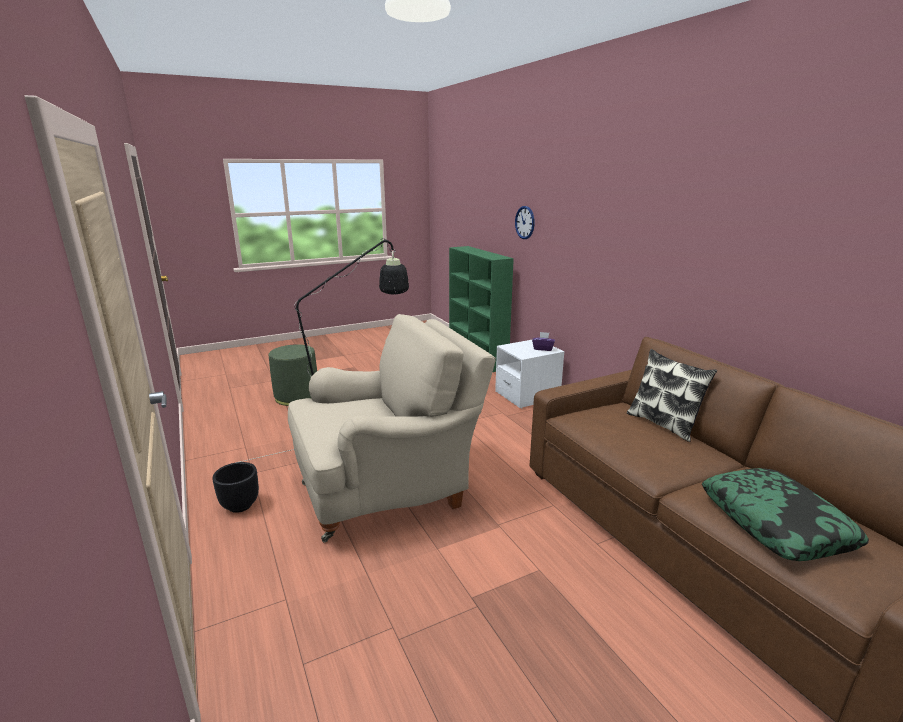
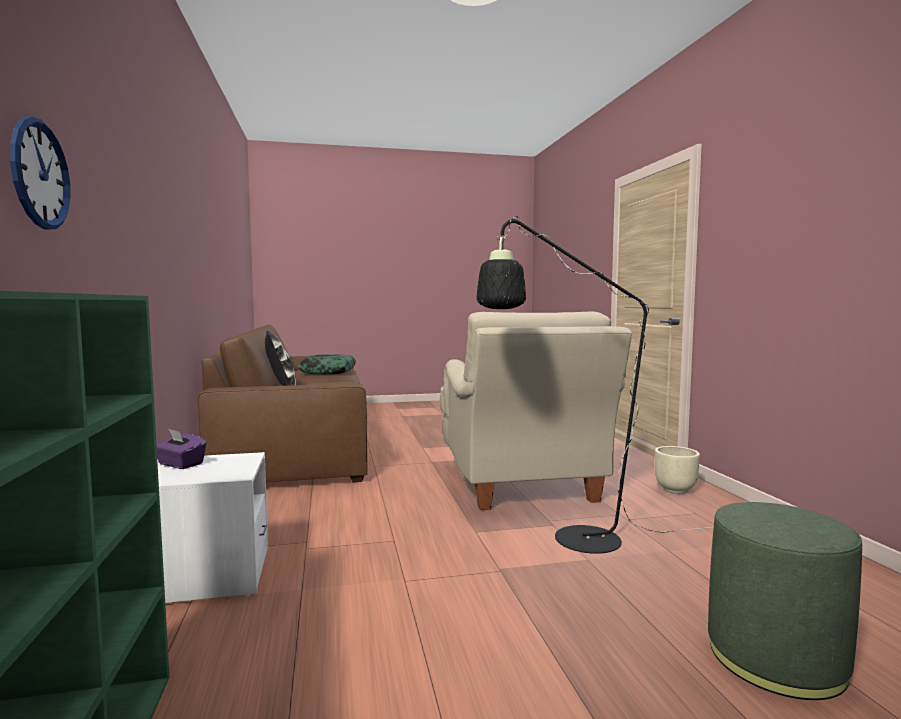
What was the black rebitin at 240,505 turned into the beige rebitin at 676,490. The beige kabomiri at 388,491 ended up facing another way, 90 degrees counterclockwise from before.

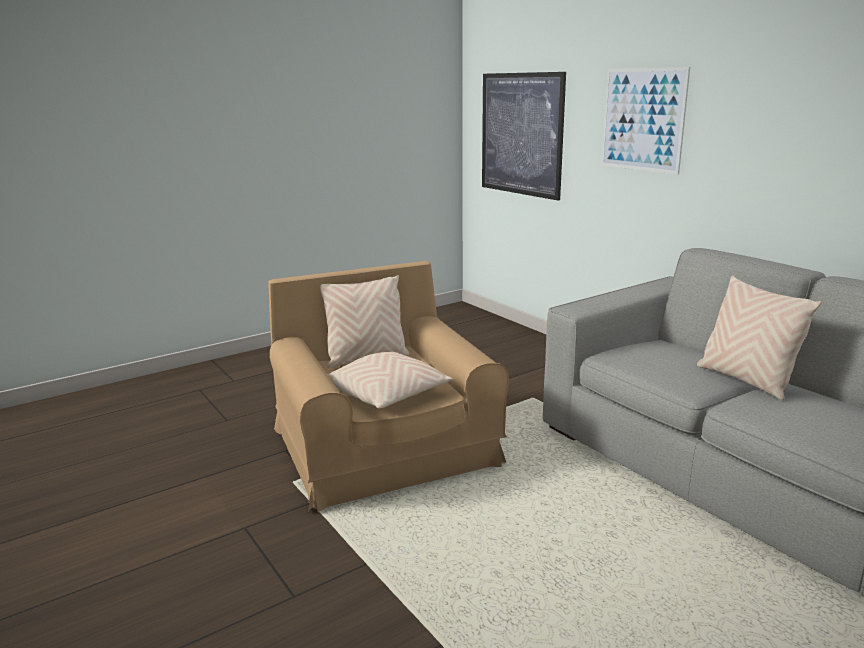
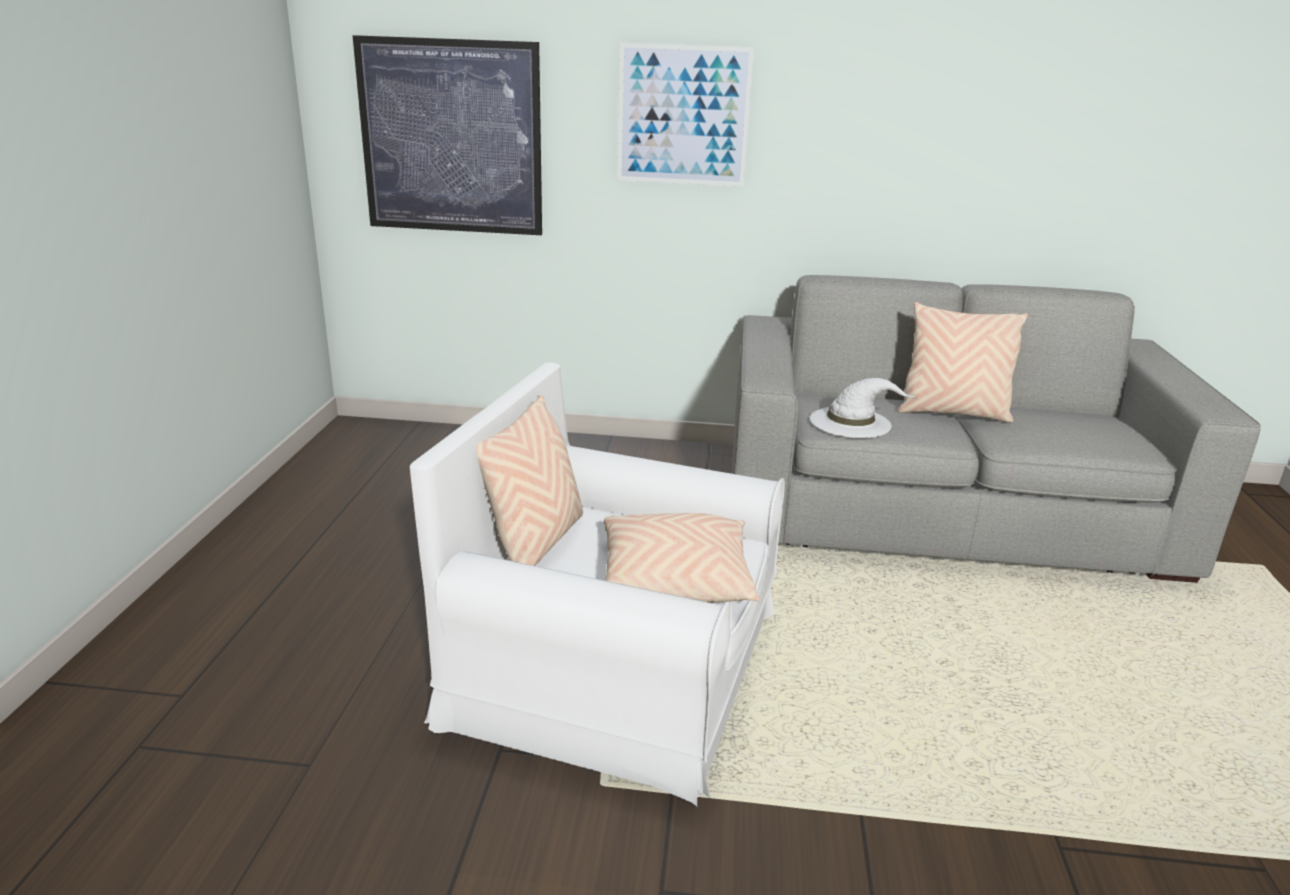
The second view gained the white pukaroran at 852,422. What was the brown kabomiri at 384,447 turned into the white kabomiri at 615,665.

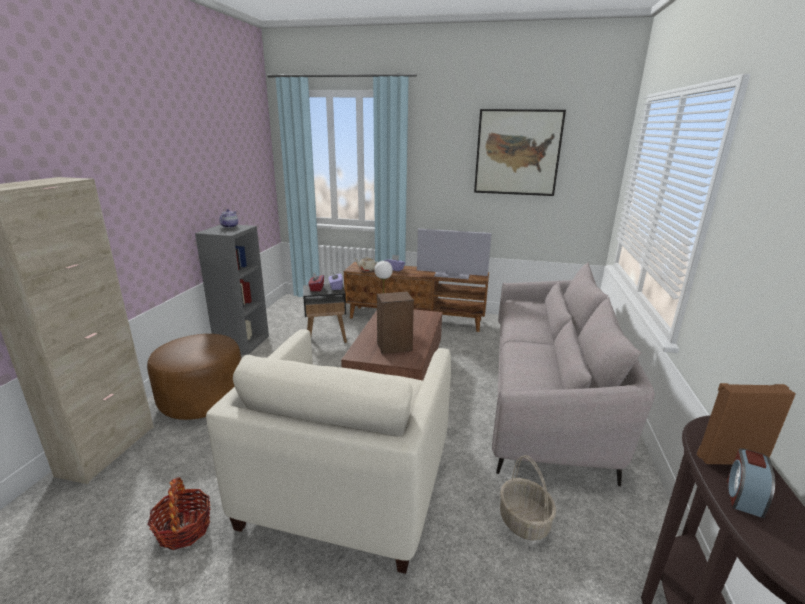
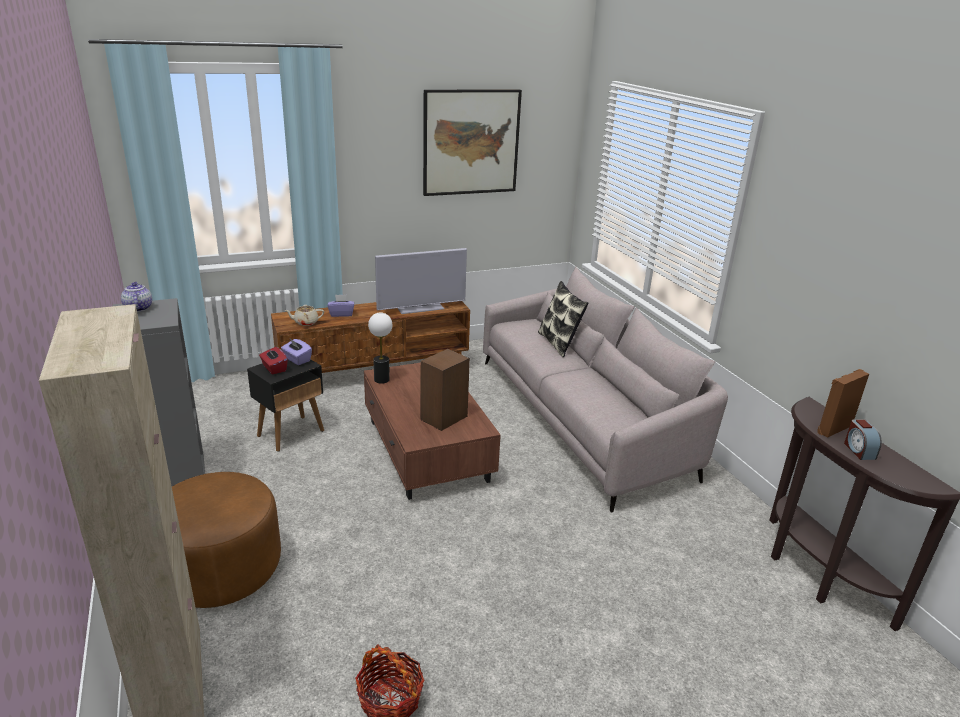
The second view lost the beige kabomiri at 349,485. The second view lost the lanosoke at 524,521. The second view gained the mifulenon at 559,343.

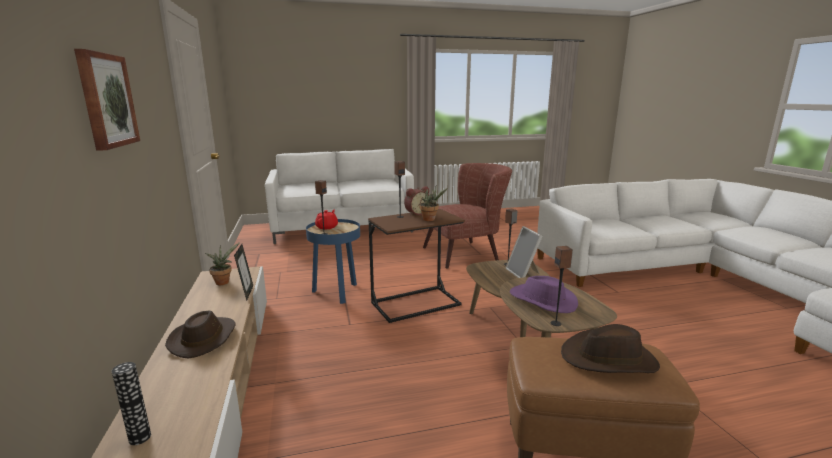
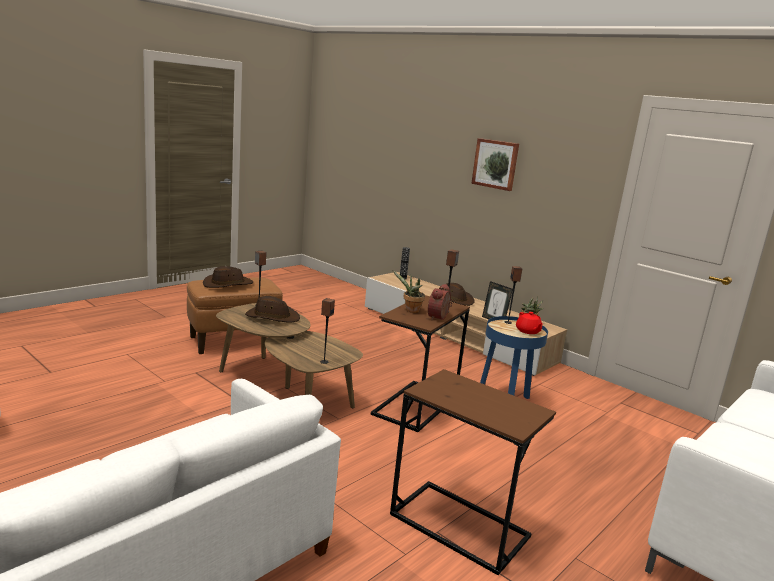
The second view lost the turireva at 523,273. Where the brown kabomiri stood at 467,253, the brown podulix came to stand at 459,525. What was the purple pukaroran at 542,300 turned into the brown pukaroran at 272,317.

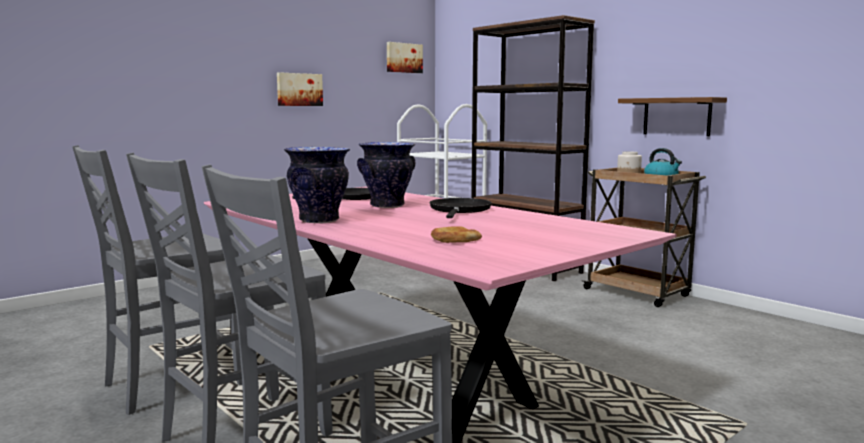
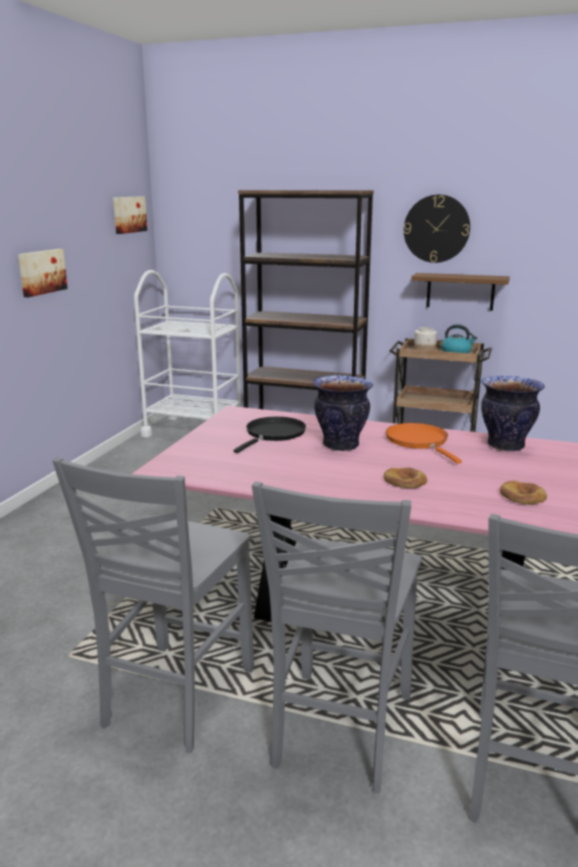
The second view gained the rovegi at 405,481. The second view gained the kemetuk at 436,229. The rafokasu ended up elsewhere, having gone from 320,220 to 506,446. What was the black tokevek at 460,210 turned into the orange tokevek at 419,441.

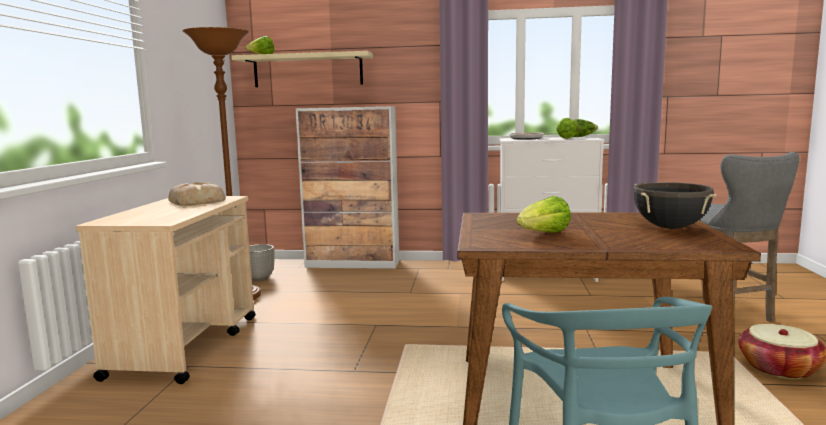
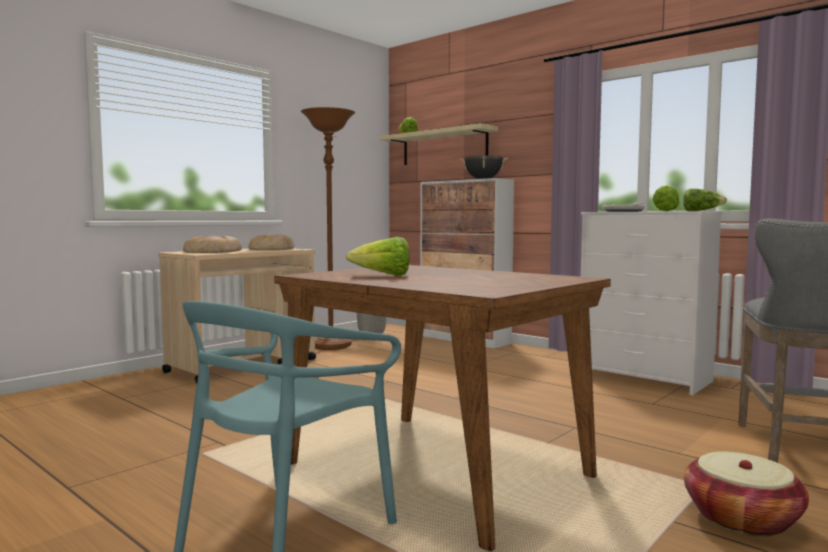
The second view gained the rovegi at 214,251. The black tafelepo ended up elsewhere, having gone from 670,228 to 483,179.

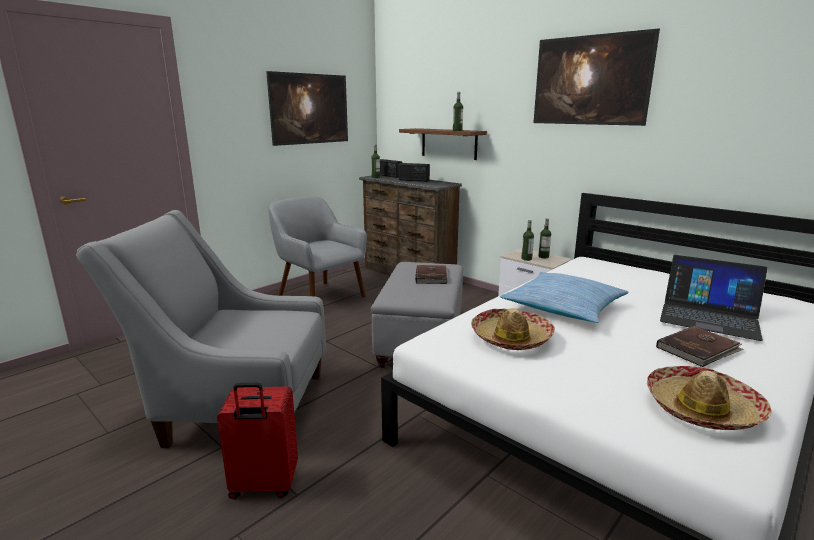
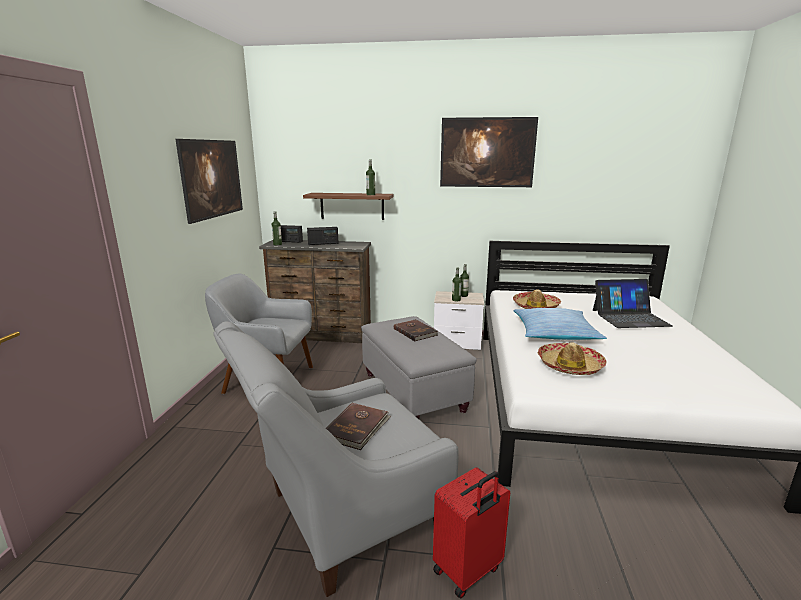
The pukaroran ended up elsewhere, having gone from 702,408 to 535,307. The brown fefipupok ended up elsewhere, having gone from 698,349 to 357,428.

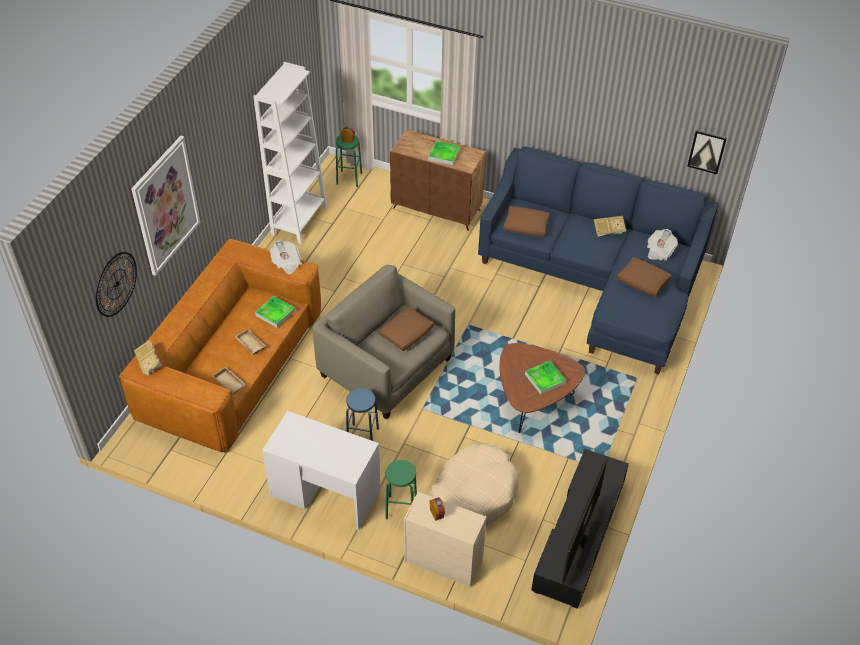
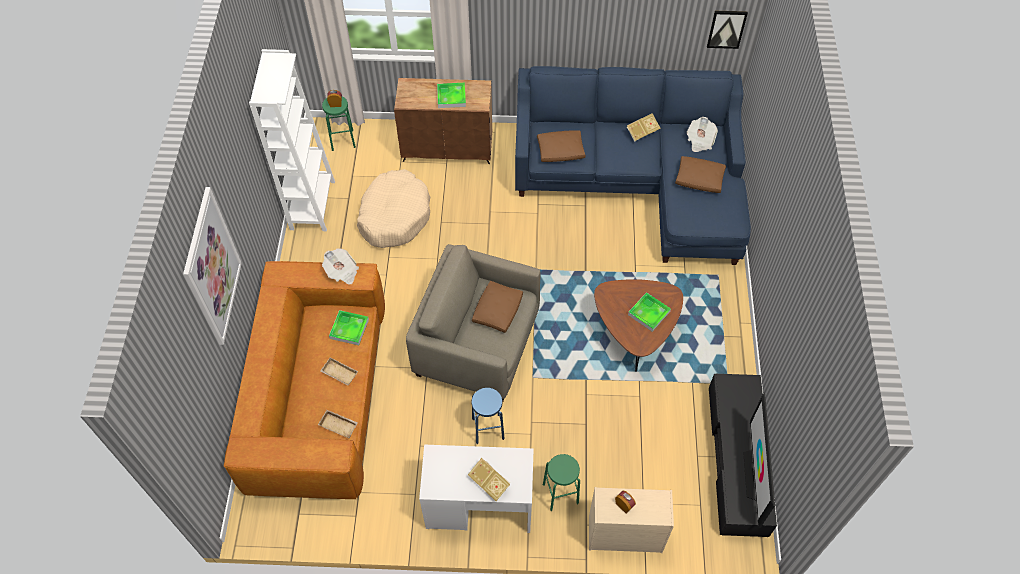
The second view lost the kemetuk at 116,284. The fefipupok ended up elsewhere, having gone from 149,363 to 490,482. The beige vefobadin ended up elsewhere, having gone from 473,494 to 394,215.

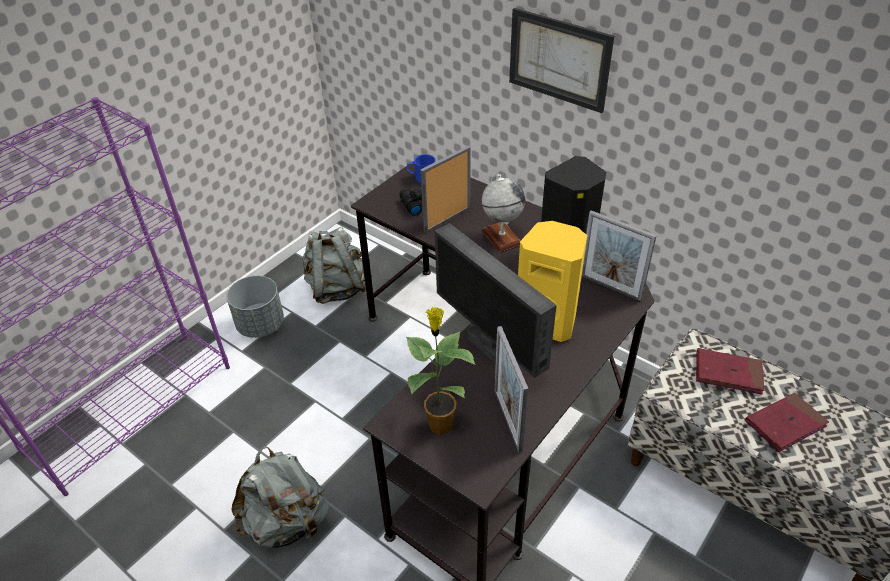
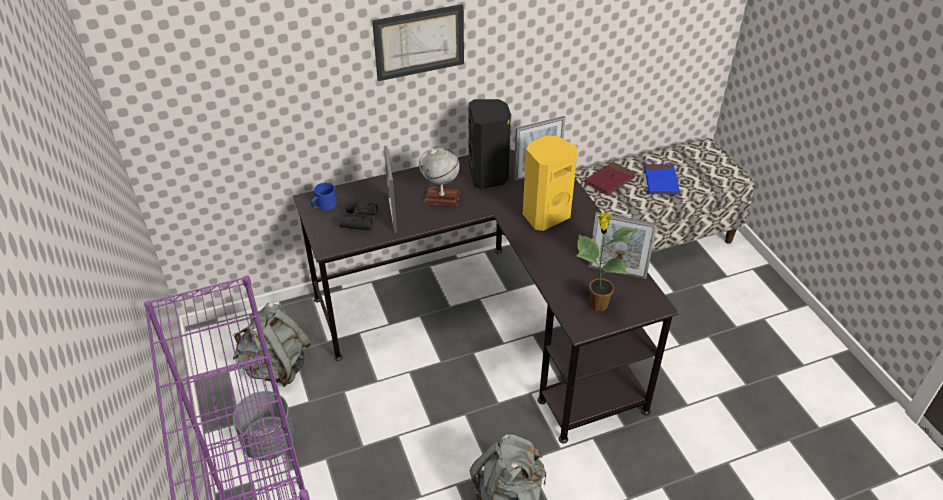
The second view lost the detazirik at 491,346. What was the red fefipupok at 785,424 turned into the blue fefipupok at 661,181.

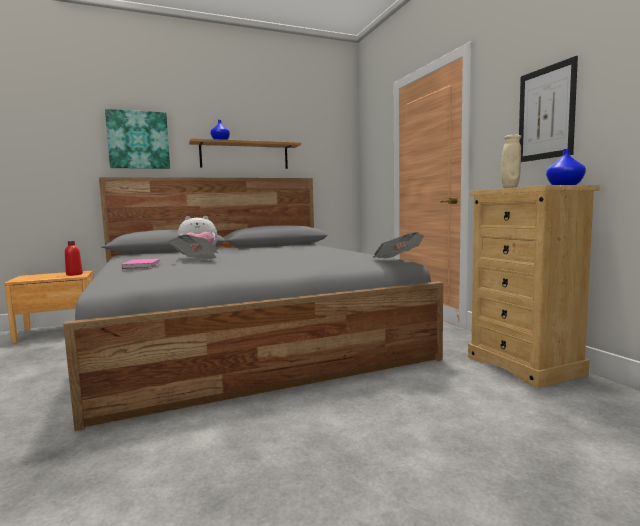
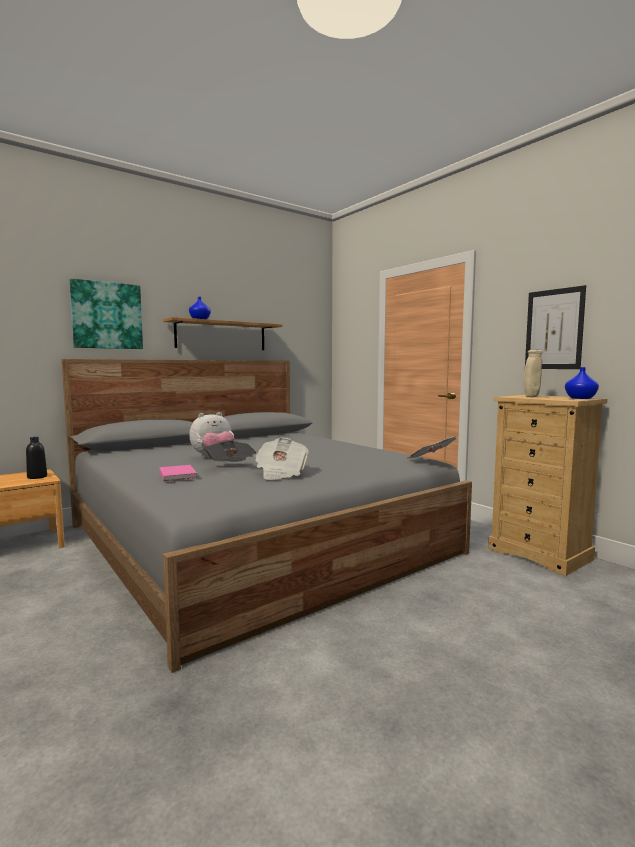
The second view gained the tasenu at 280,473. What was the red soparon at 74,274 turned into the black soparon at 37,477.

